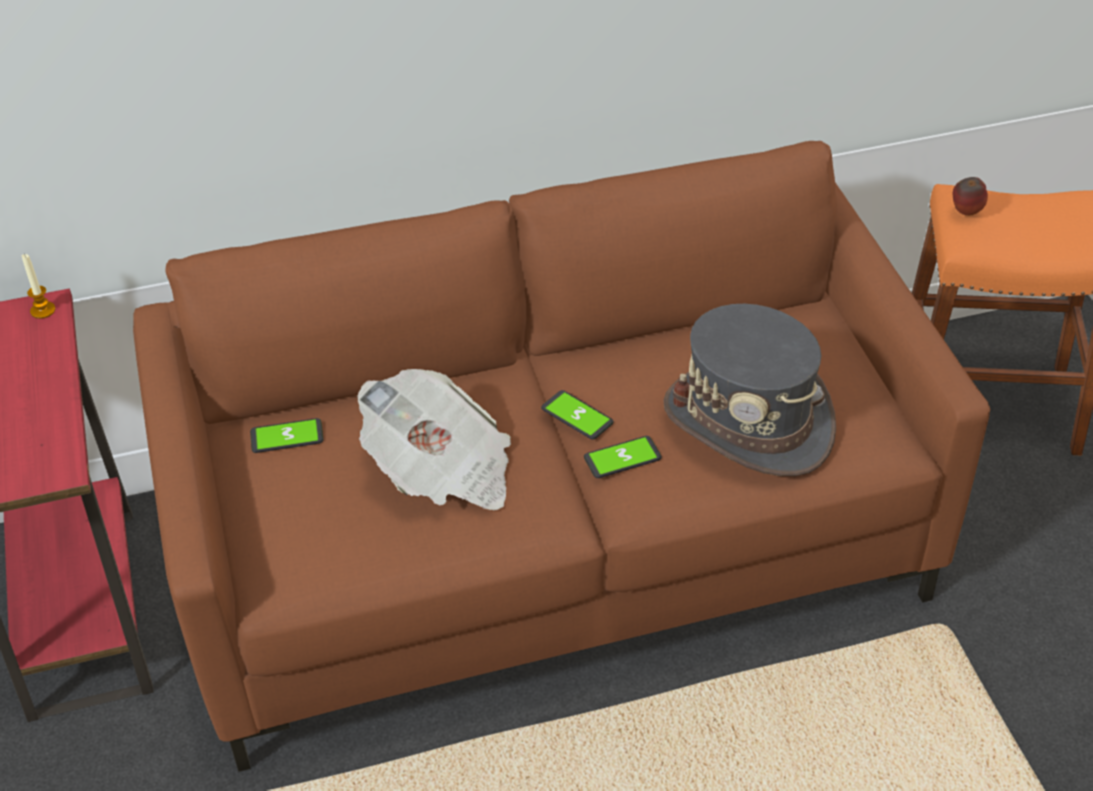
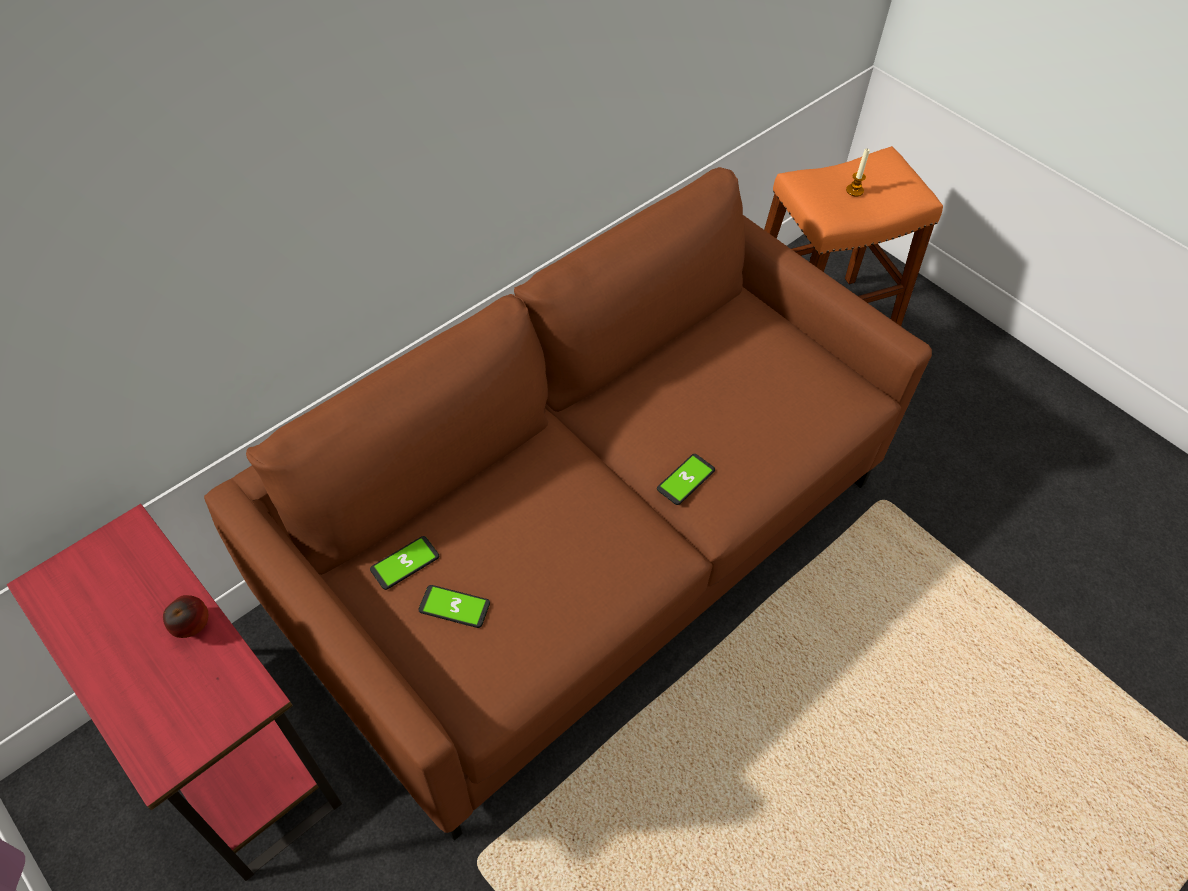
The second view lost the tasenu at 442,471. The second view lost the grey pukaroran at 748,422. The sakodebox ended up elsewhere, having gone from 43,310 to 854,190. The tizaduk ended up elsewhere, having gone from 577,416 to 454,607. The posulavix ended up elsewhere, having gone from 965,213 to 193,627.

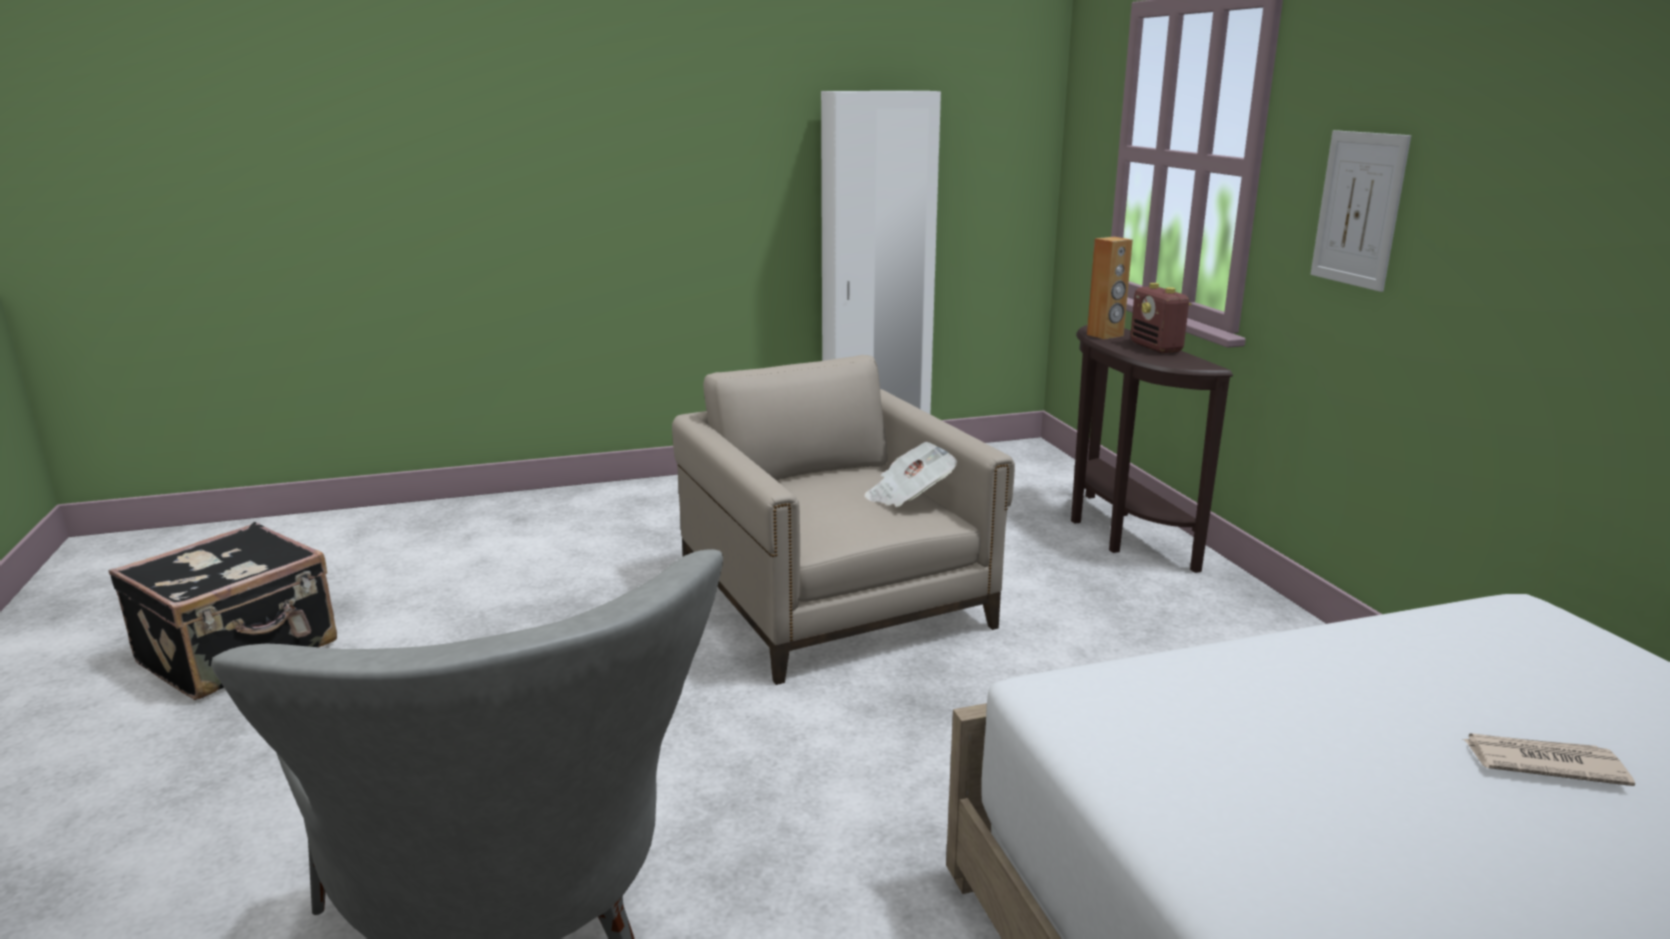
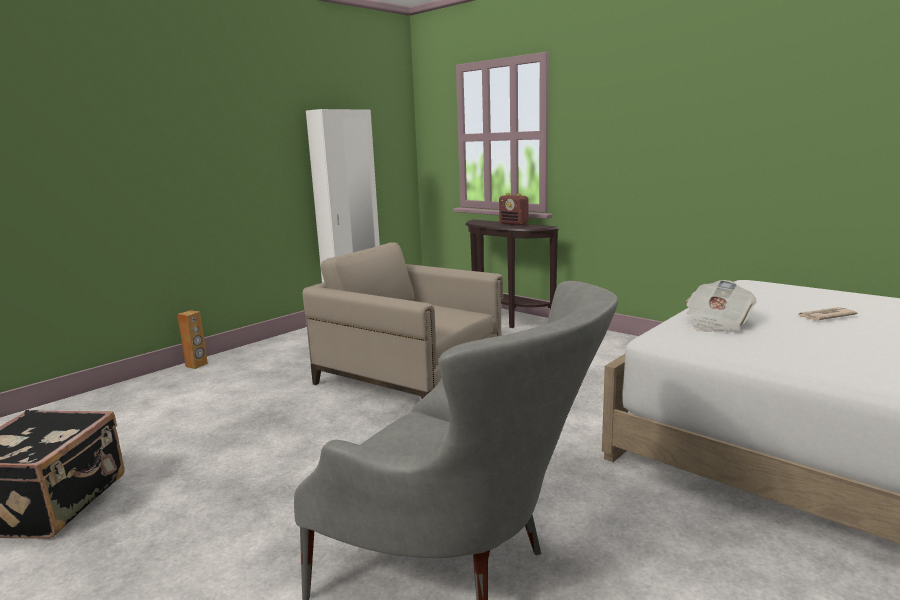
The second view lost the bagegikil at 1358,209. The tasenu ended up elsewhere, having gone from 910,496 to 716,324. The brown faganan ended up elsewhere, having gone from 1105,335 to 197,365.

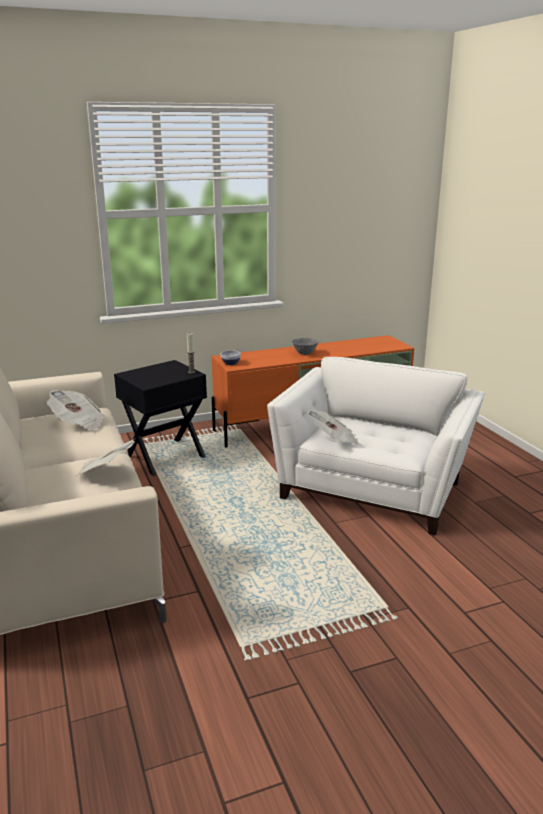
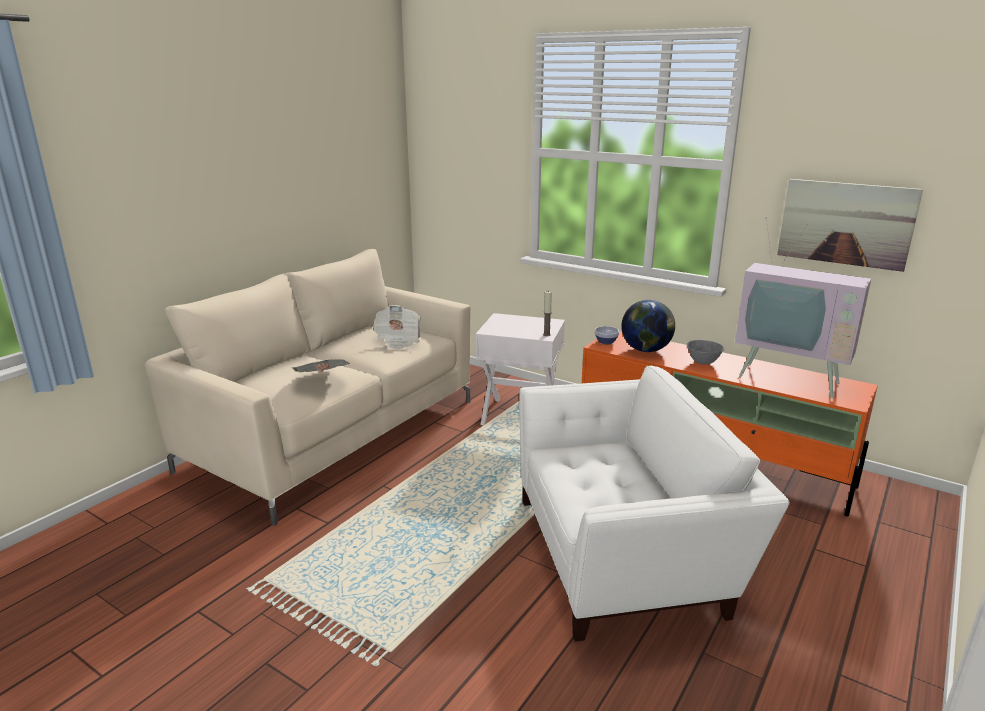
The second view lost the tasenu at 333,440. The second view gained the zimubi at 646,350. The second view gained the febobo at 790,377. The second view gained the bagegikil at 845,223. What was the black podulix at 166,457 turned into the white podulix at 519,415.

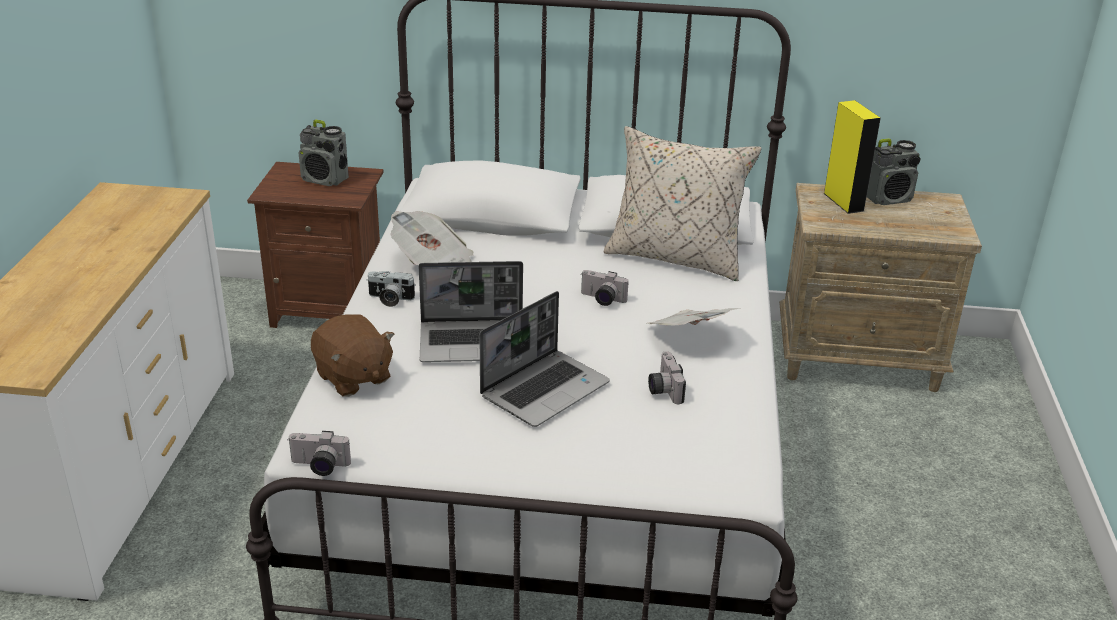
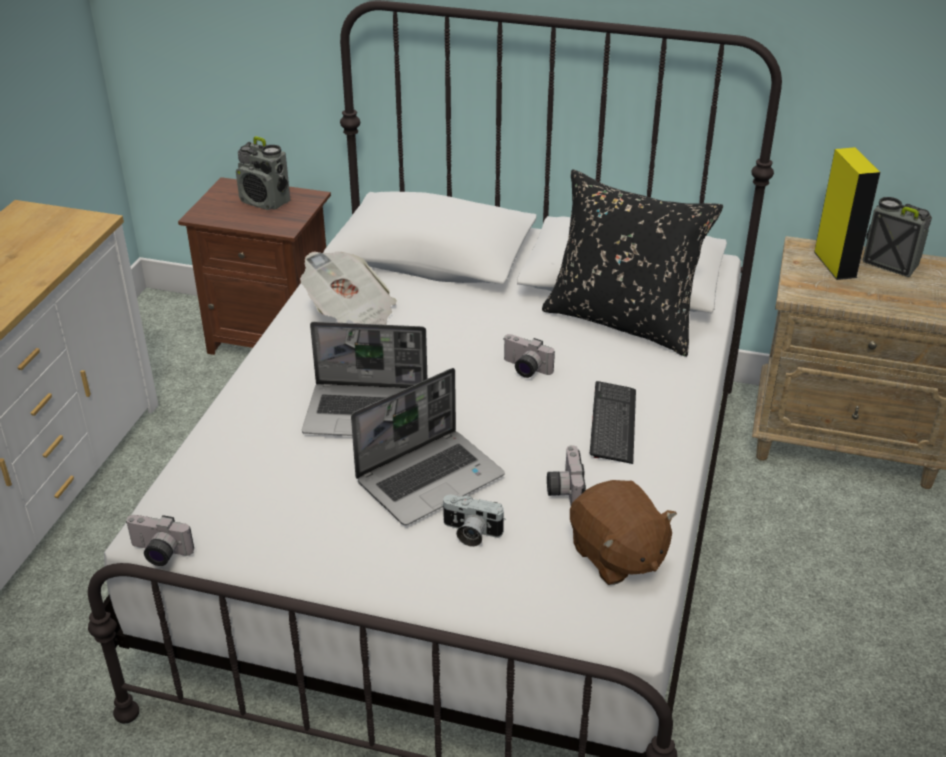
The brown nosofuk ended up elsewhere, having gone from 353,377 to 617,556. The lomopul ended up elsewhere, having gone from 390,299 to 470,533. Where the tasenu stood at 690,337, the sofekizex came to stand at 613,424. What was the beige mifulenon at 675,257 turned into the black mifulenon at 623,321. The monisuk at 888,199 ended up facing another way, 135 degrees counterclockwise from before.

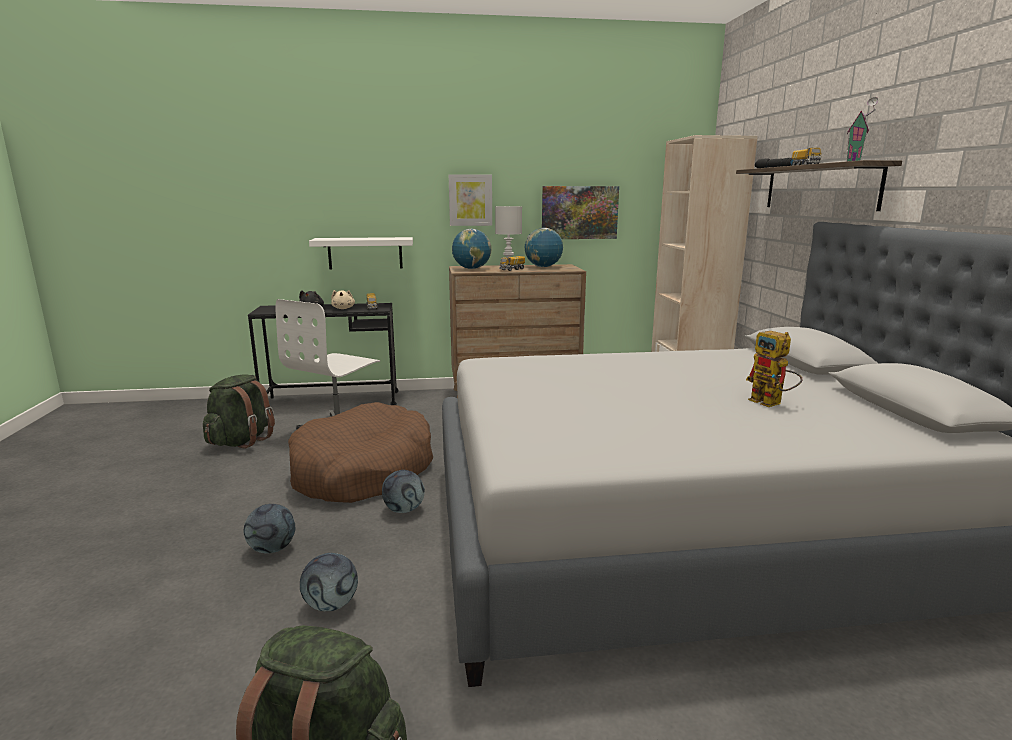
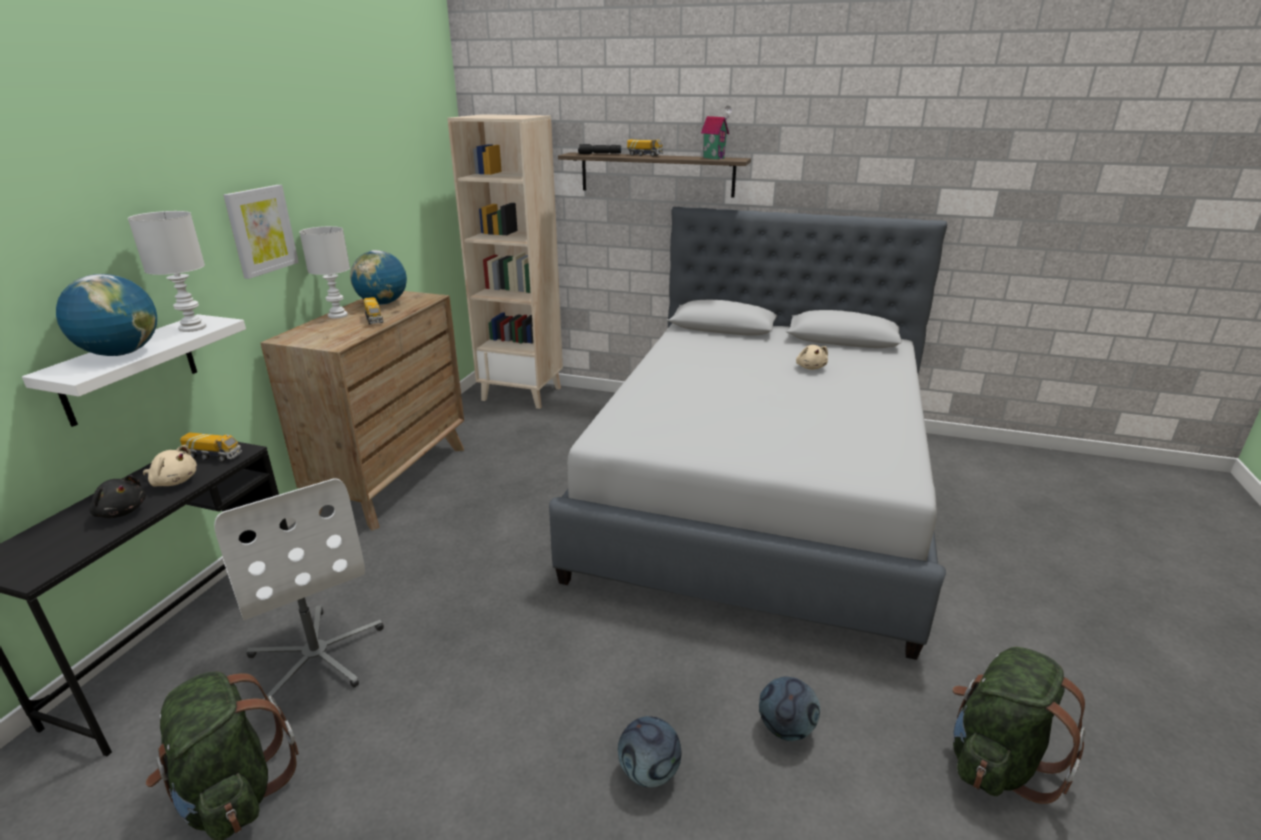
The second view lost the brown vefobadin at 362,471. The second view lost the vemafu at 403,510. The second view lost the bagegikil at 579,212. The second view gained the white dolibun at 193,327. The zimubi ended up elsewhere, having gone from 472,269 to 121,353. Where the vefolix stood at 772,403, the beige nosofuk came to stand at 810,367.

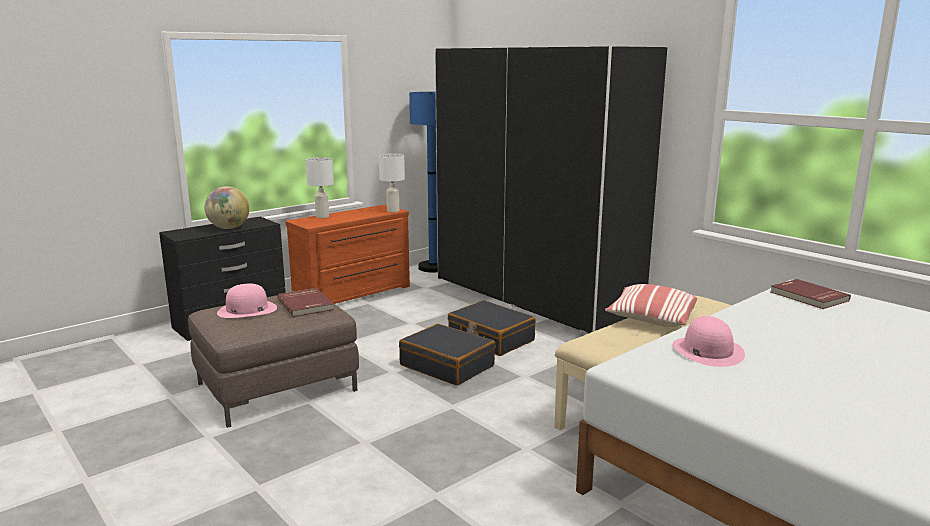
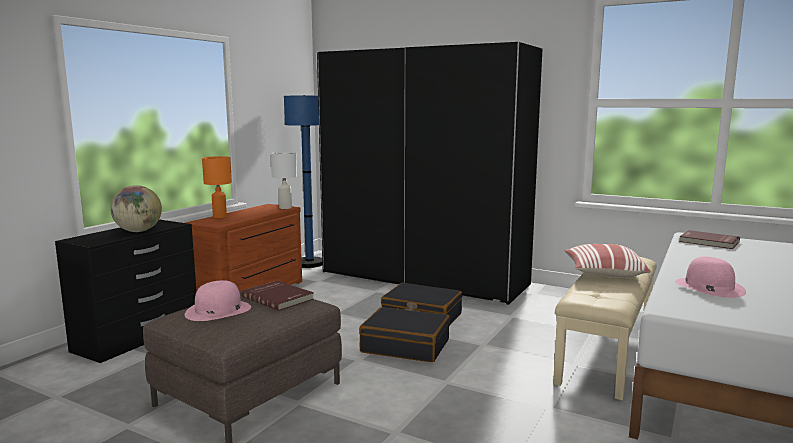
What was the white dolibun at 322,216 turned into the orange dolibun at 219,217.

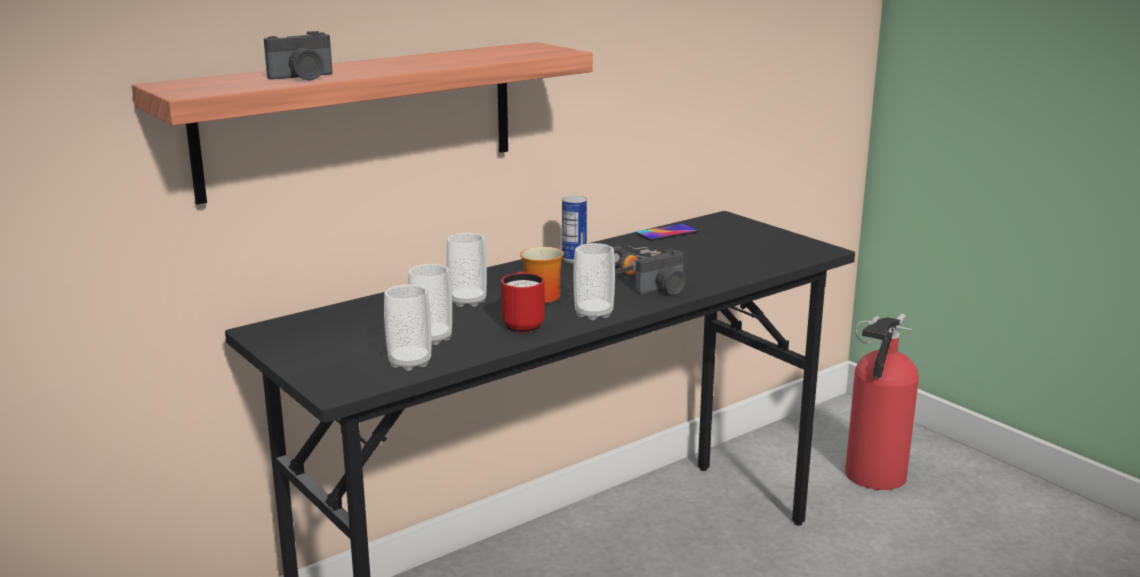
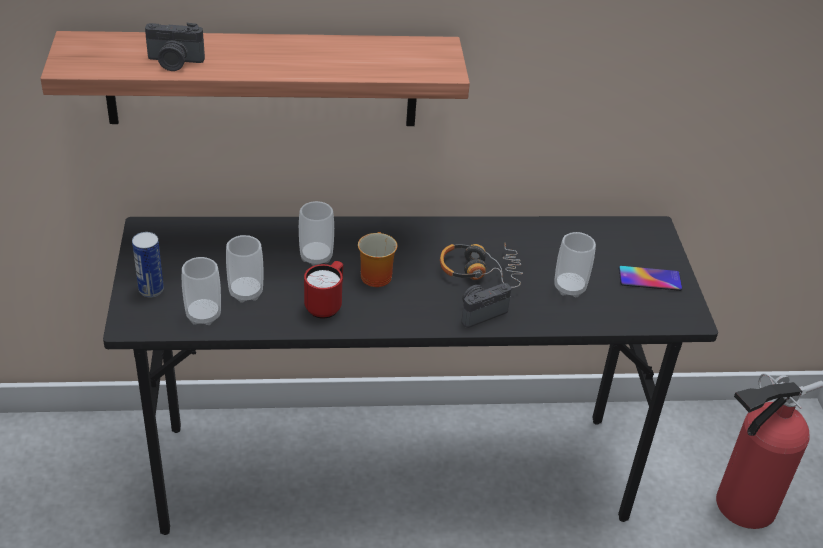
The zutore ended up elsewhere, having gone from 574,260 to 151,290. The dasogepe ended up elsewhere, having gone from 593,314 to 569,288. The tizaduk ended up elsewhere, having gone from 667,233 to 649,279. The lomopul at 664,290 ended up facing another way, 150 degrees clockwise from before.

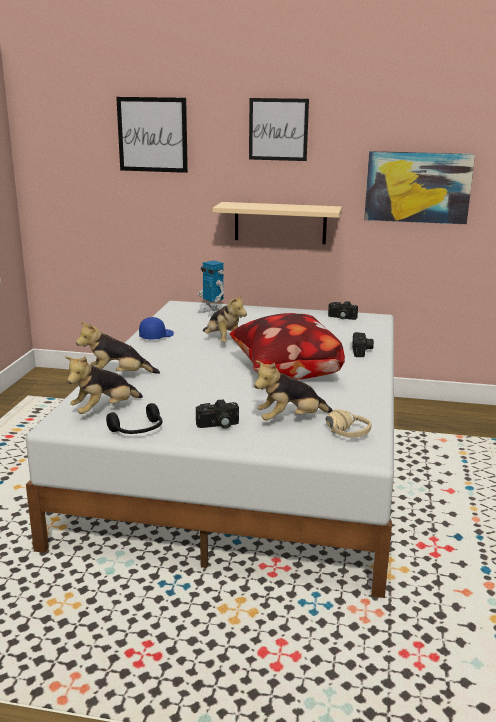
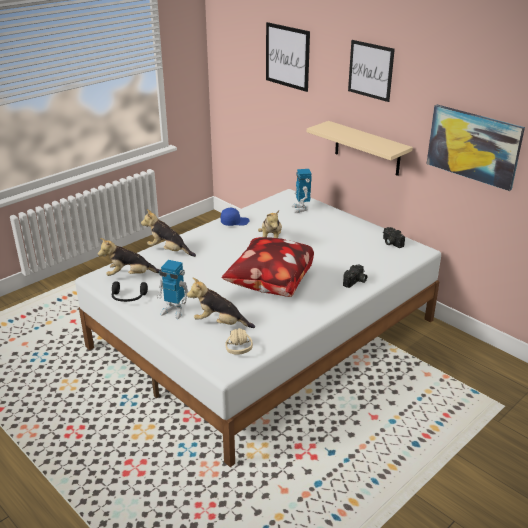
Where the lomopul stood at 218,425, the vefolix came to stand at 174,311.

